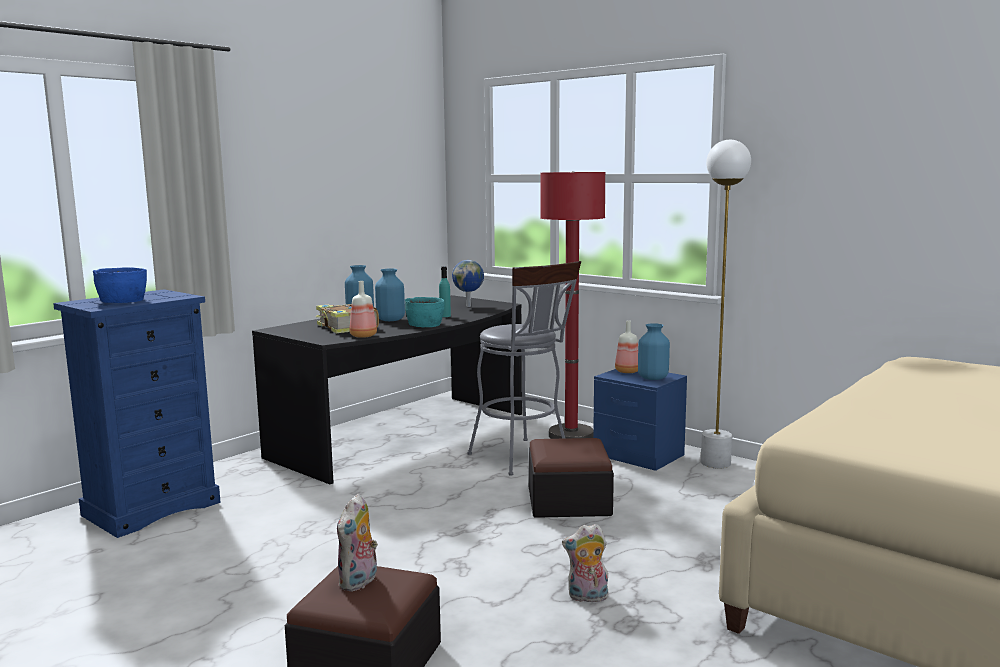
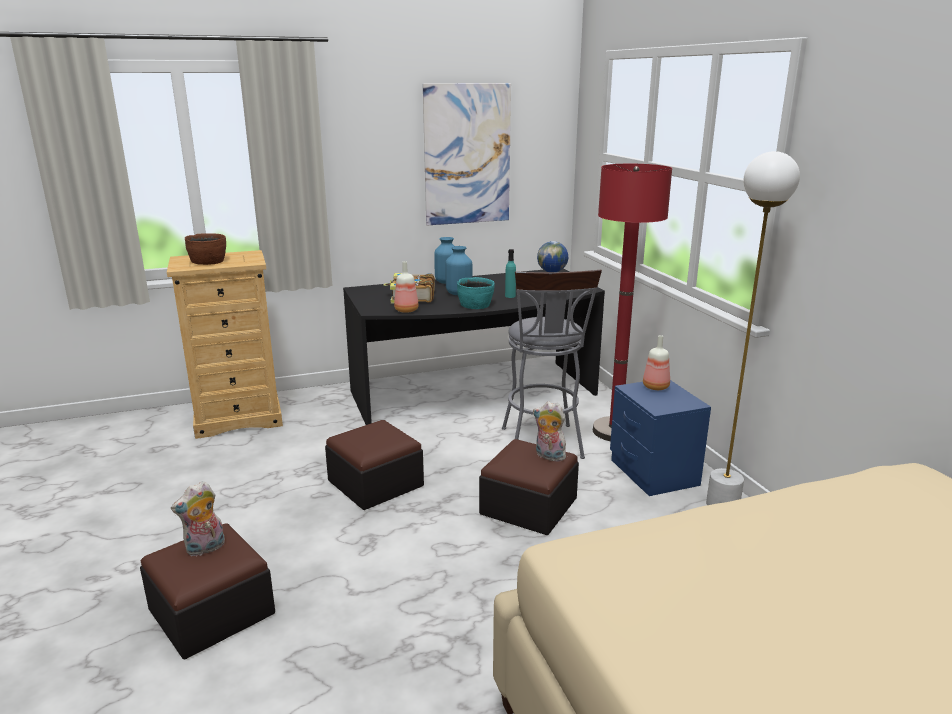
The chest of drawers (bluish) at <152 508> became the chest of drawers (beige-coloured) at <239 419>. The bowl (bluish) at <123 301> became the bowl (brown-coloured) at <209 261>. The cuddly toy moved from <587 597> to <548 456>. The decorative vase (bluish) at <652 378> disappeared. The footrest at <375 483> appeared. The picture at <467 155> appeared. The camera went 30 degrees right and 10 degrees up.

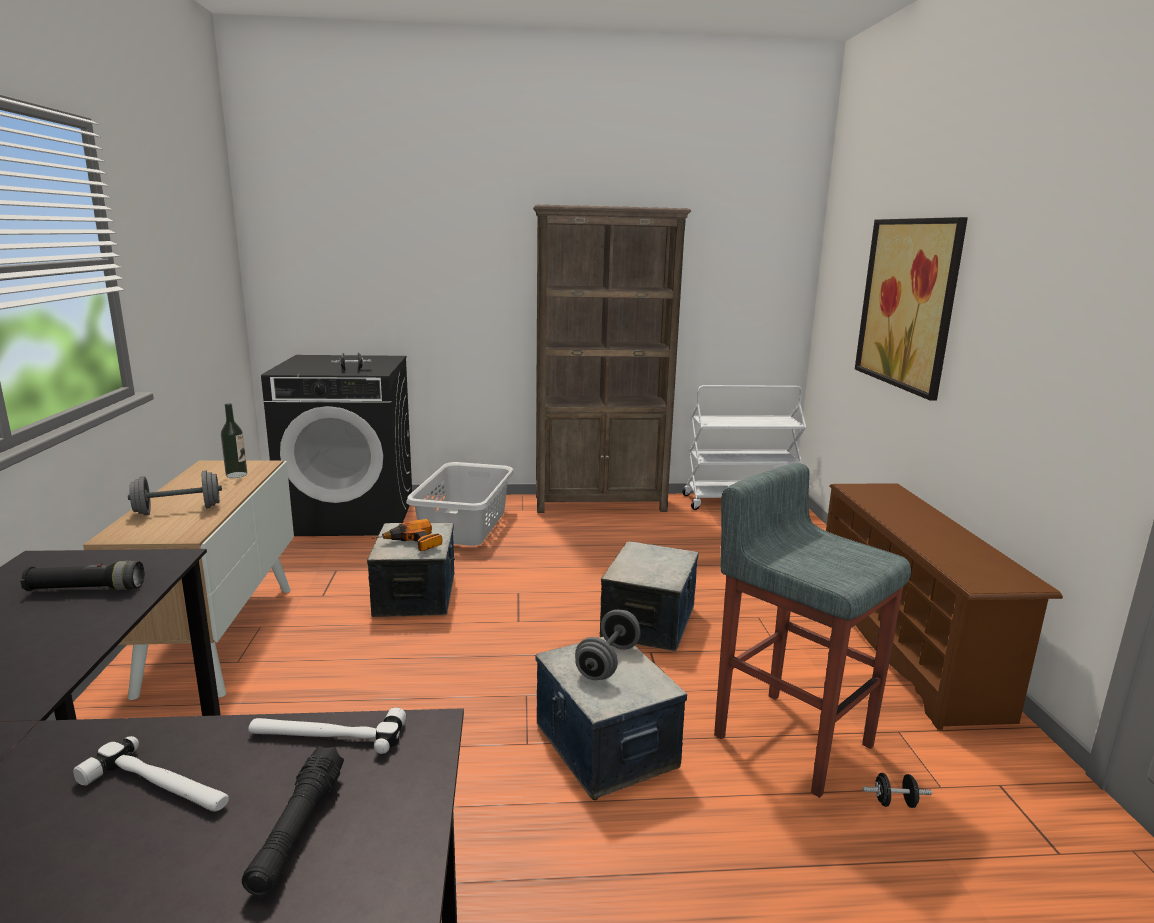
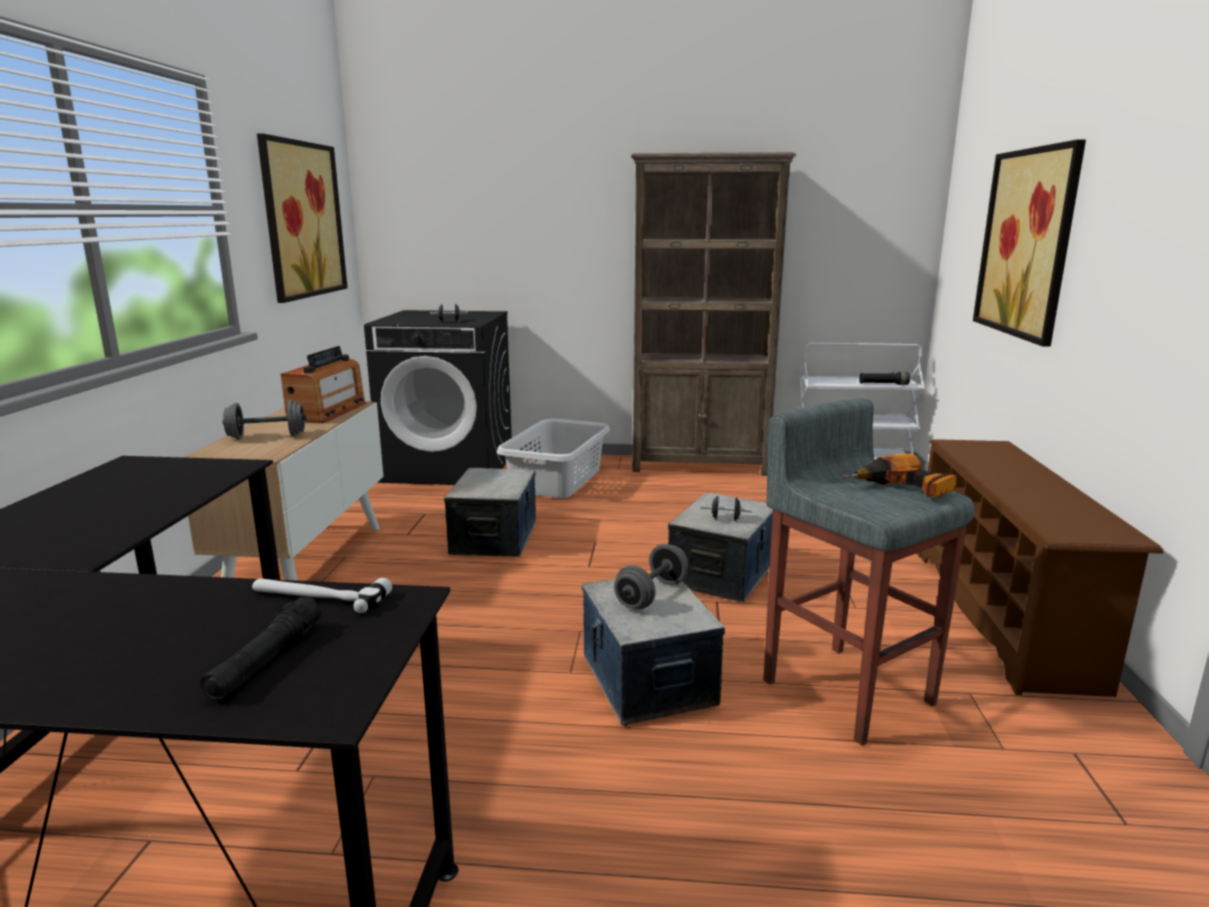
The hand torch (blackish) moved from <86 589> to <883 384>. The hammer at <159 787> disappeared. The bottle at <236 475> was replaced by the radio receiver at <327 411>. The drill moved from <413 545> to <902 490>. The free weight (blackish) moved from <894 803> to <725 519>. The picture at <303 220> appeared. The camera went 10 degrees right and 0 degrees up.

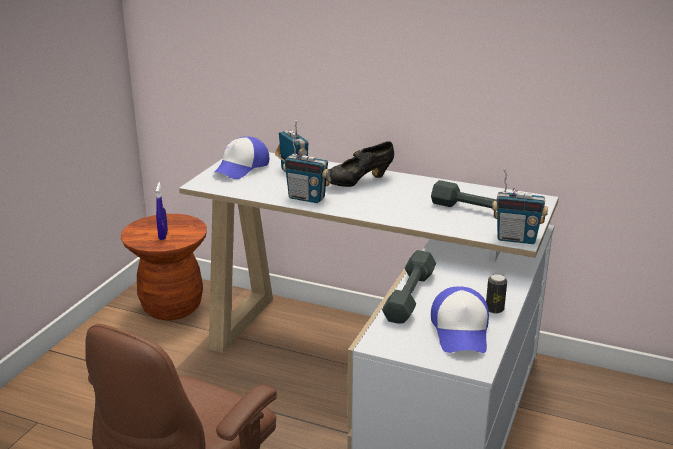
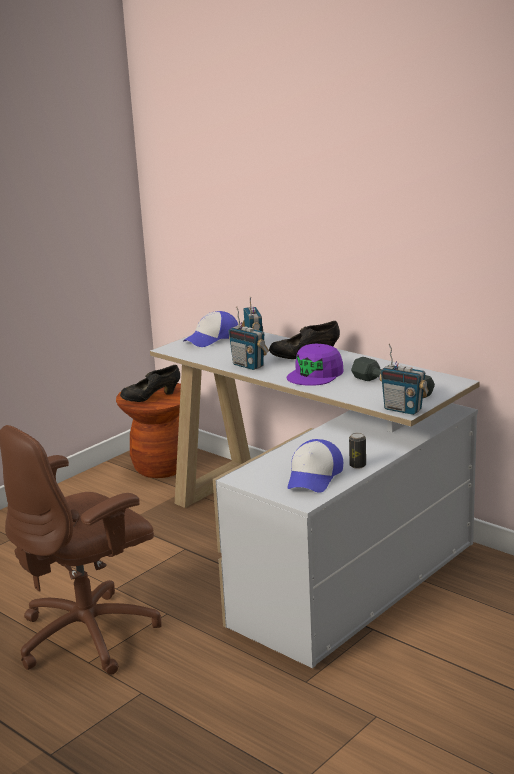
The sprayer (bluish) at <163 236> was replaced by the shoe (blackish) at <151 398>. The free weight (greyish) at <410 295> disappeared. The peaked cap (purple) at <315 374> appeared. The camera went 20 degrees right and 5 degrees down.

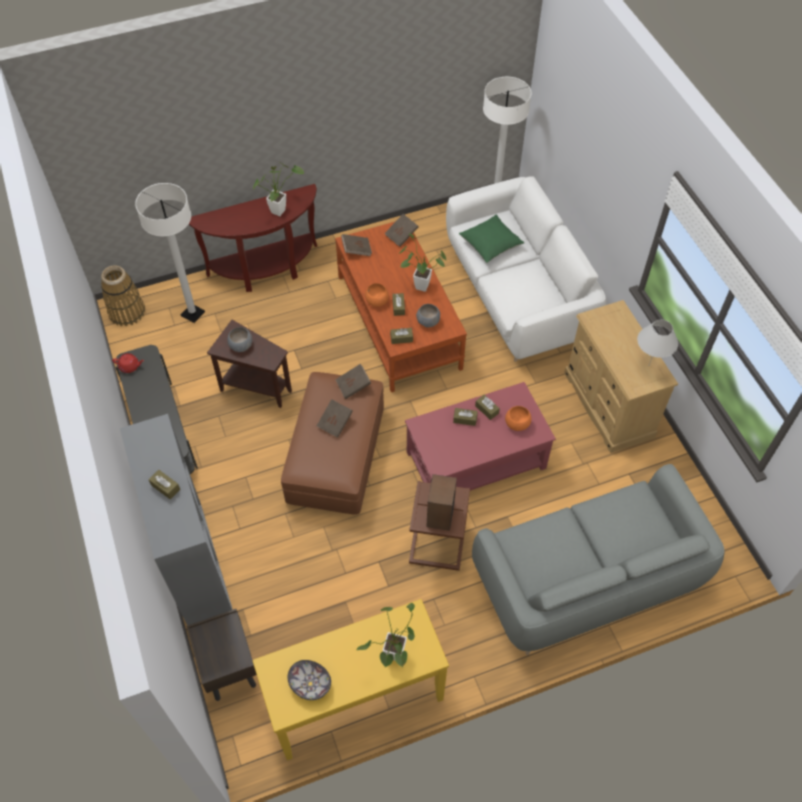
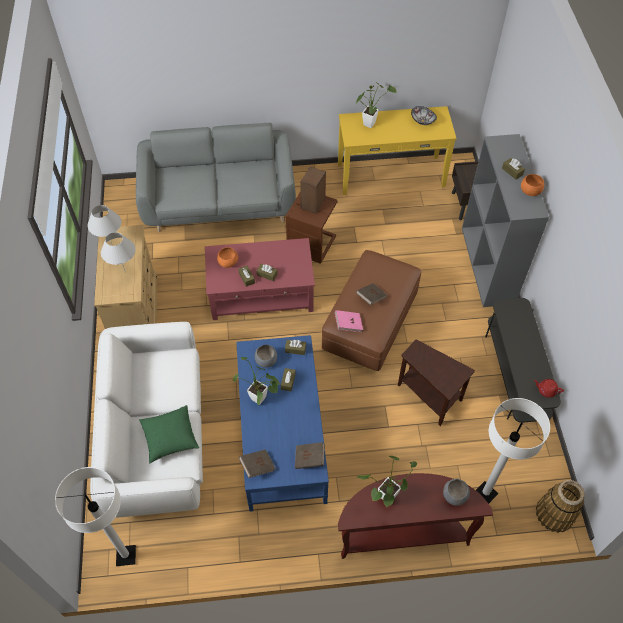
The bowl (greyish) moved from <240 346> to <455 495>. The low table (brown-coloured) at <398 322> became the low table (bluish) at <281 433>. The bound book (brown-coloured) at <353 386> became the bound book (pinkish) at <348 324>. The bowl (orange-coloured) moved from <377 301> to <530 191>. The tabletop lamp (whitish) at <125 272> appeared. The camera went 165 degrees left and 0 degrees up.

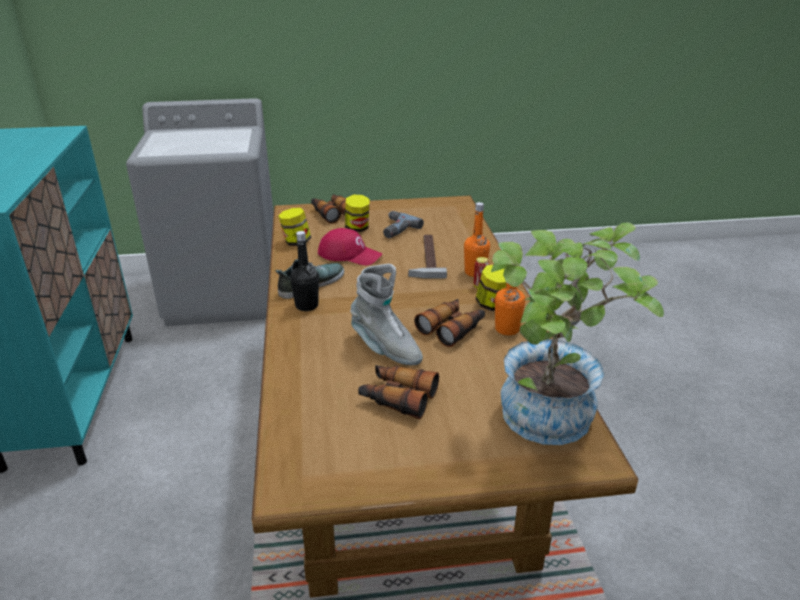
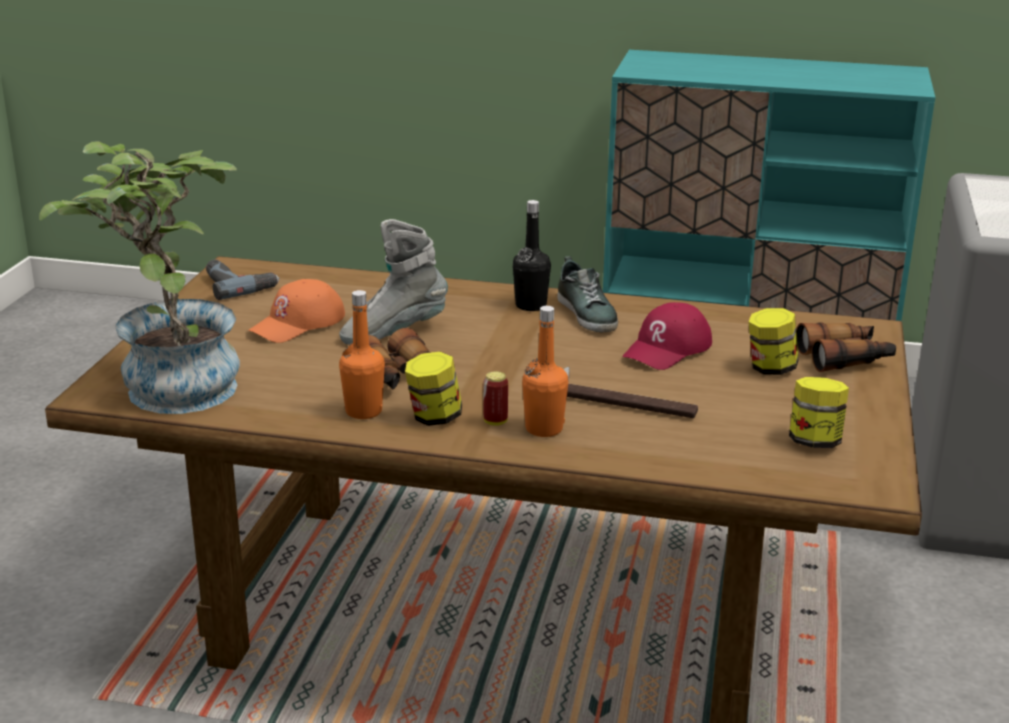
The preserve jar moved from <296 242> to <814 442>. The field glasses at <397 398> was replaced by the peaked cap (orange-coloured) at <298 323>. The drill moved from <394 229> to <238 285>. The camera went 110 degrees right and 5 degrees down.

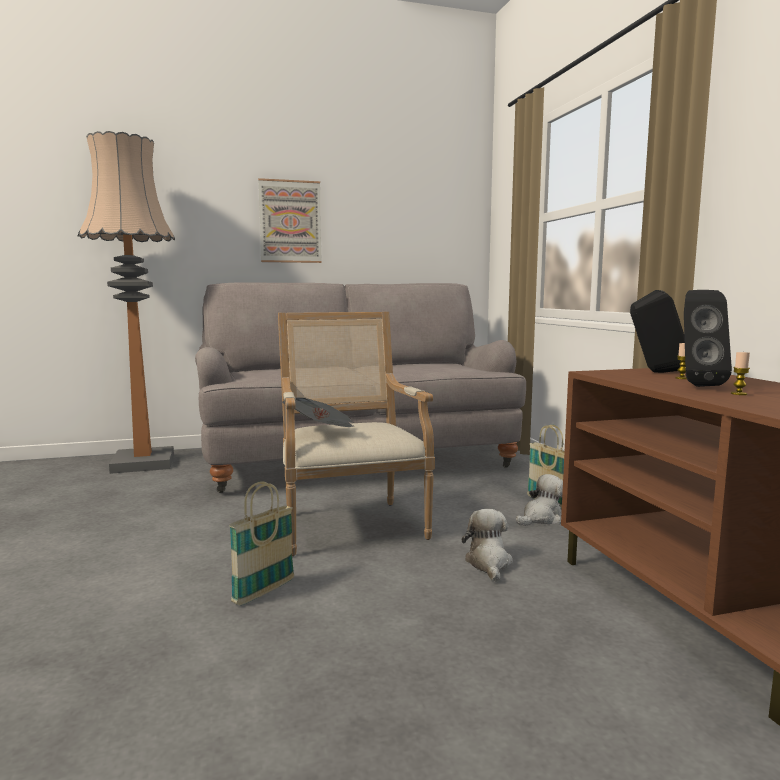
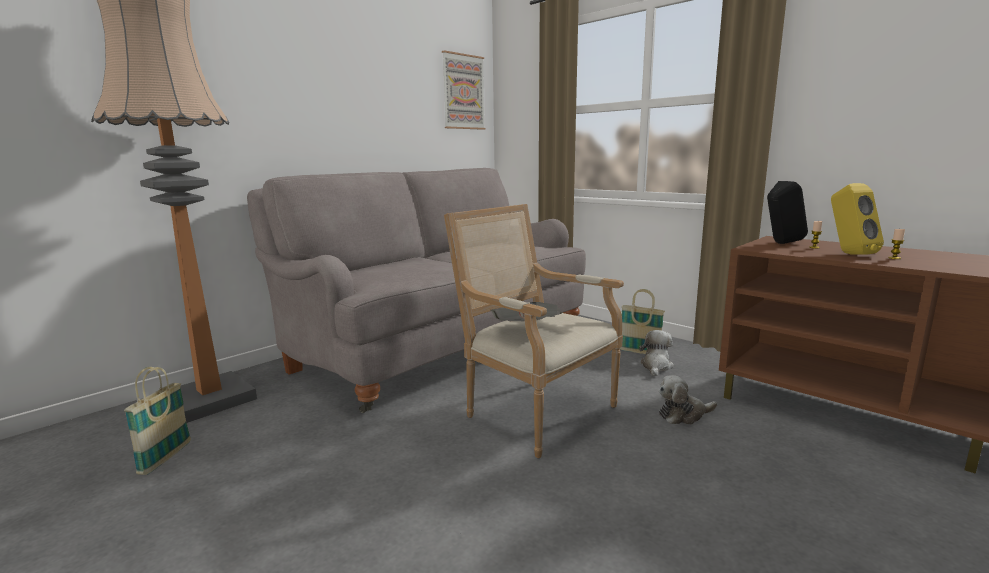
The storage basket moved from <264 591> to <166 458>. The picture moved from <290 222> to <463 92>. The cuddly toy at <488 563> turned 75 degrees counterclockwise. The audio speaker (blackish) at <696 385> became the audio speaker (yellow) at <848 253>. The camera went 30 degrees left and 5 degrees up.

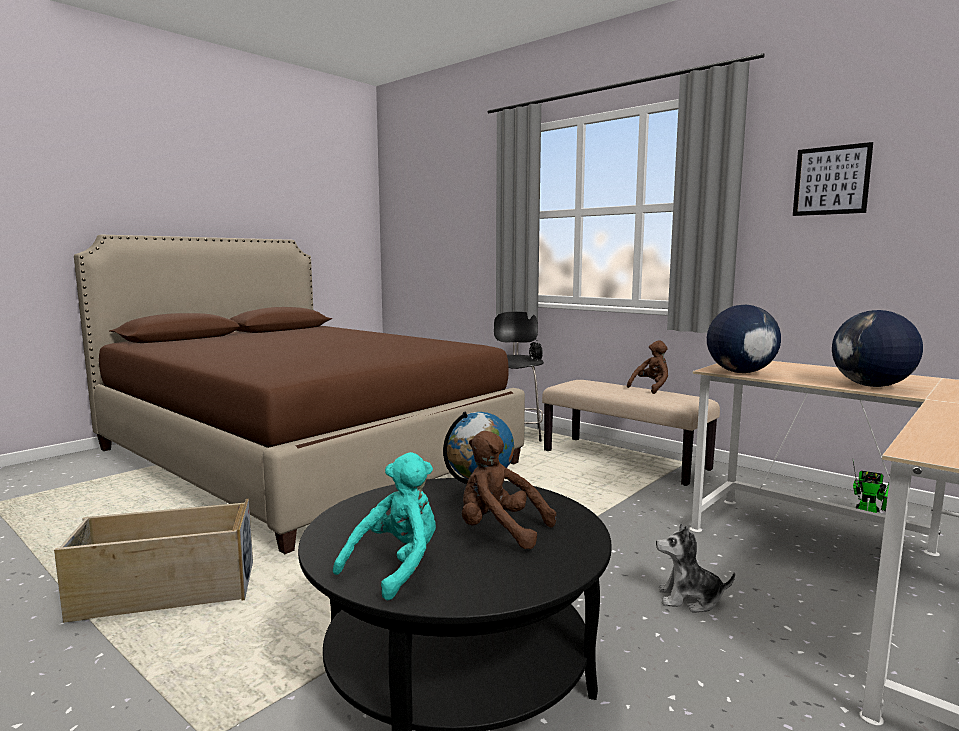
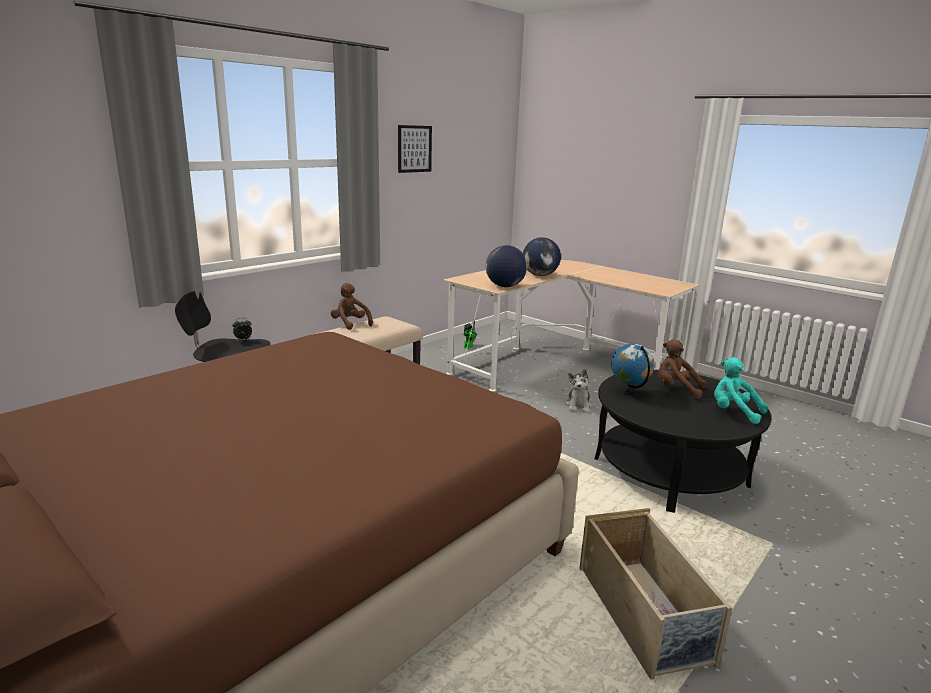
The cuddly toy (brown-coloured) at <499 531> turned 90 degrees clockwise. The camera went 90 degrees left and 10 degrees up.

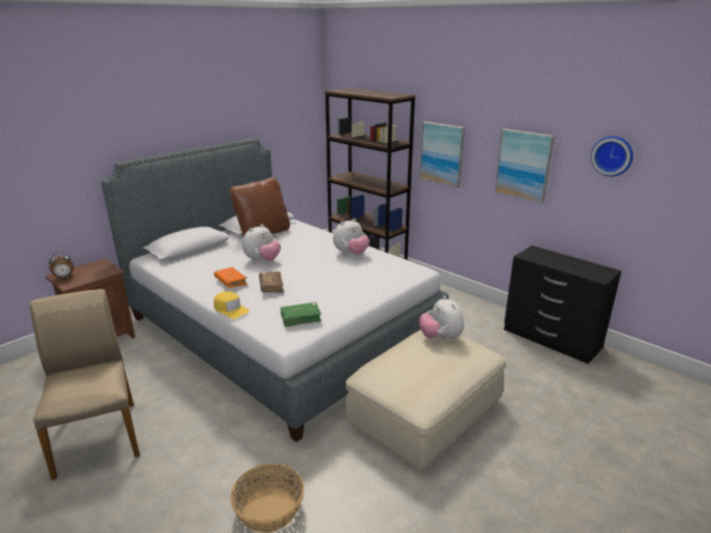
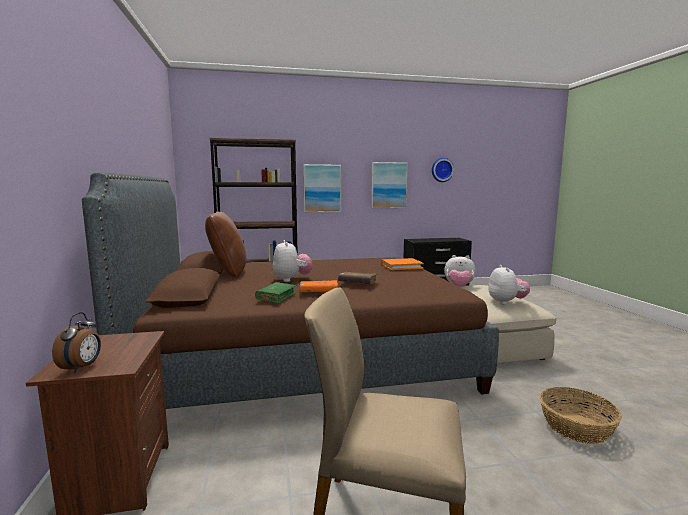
The sleeping bed (greyish) at <280 329> became the sleeping bed (brown-coloured) at <304 358>. The peaked cap (yellow) at <230 309> disappeared. The bound book (green) moved from <300 318> to <276 298>. The cuddly toy moved from <351 254> to <506 302>. The bound book (orange-coloured) at <401 266> appeared. The camera went 55 degrees left and 15 degrees down.

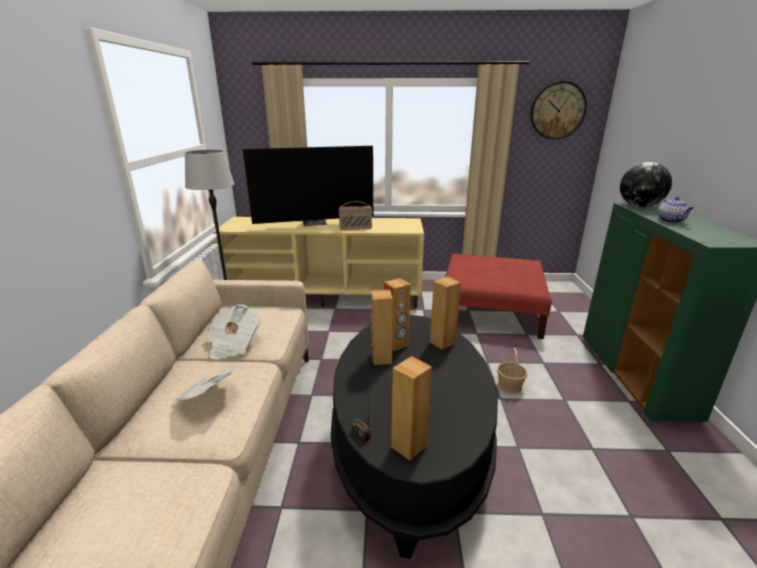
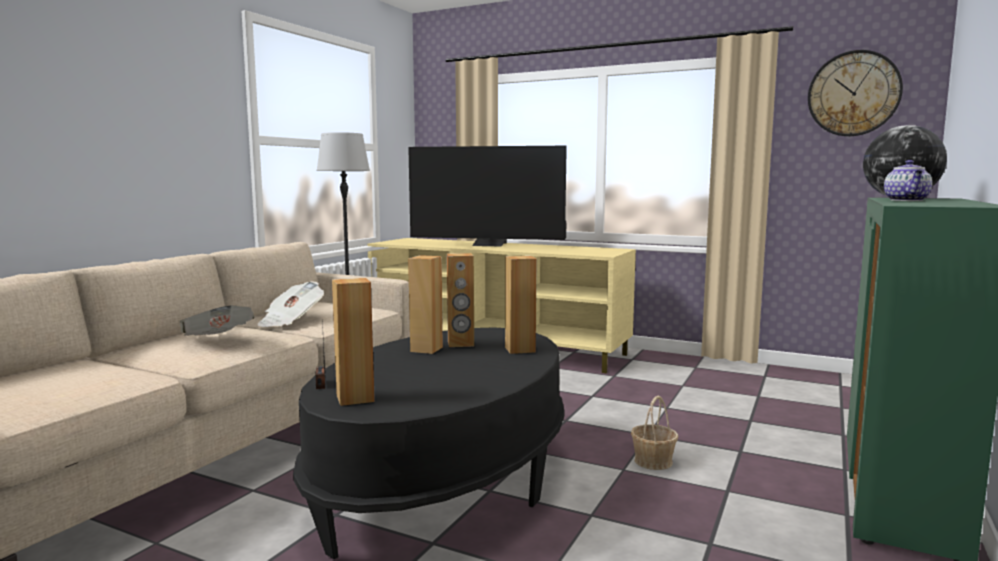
The radio receiver at <355 228> disappeared. The footrest (reddish) at <491 310> disappeared. The camera went 25 degrees right and 15 degrees down.

